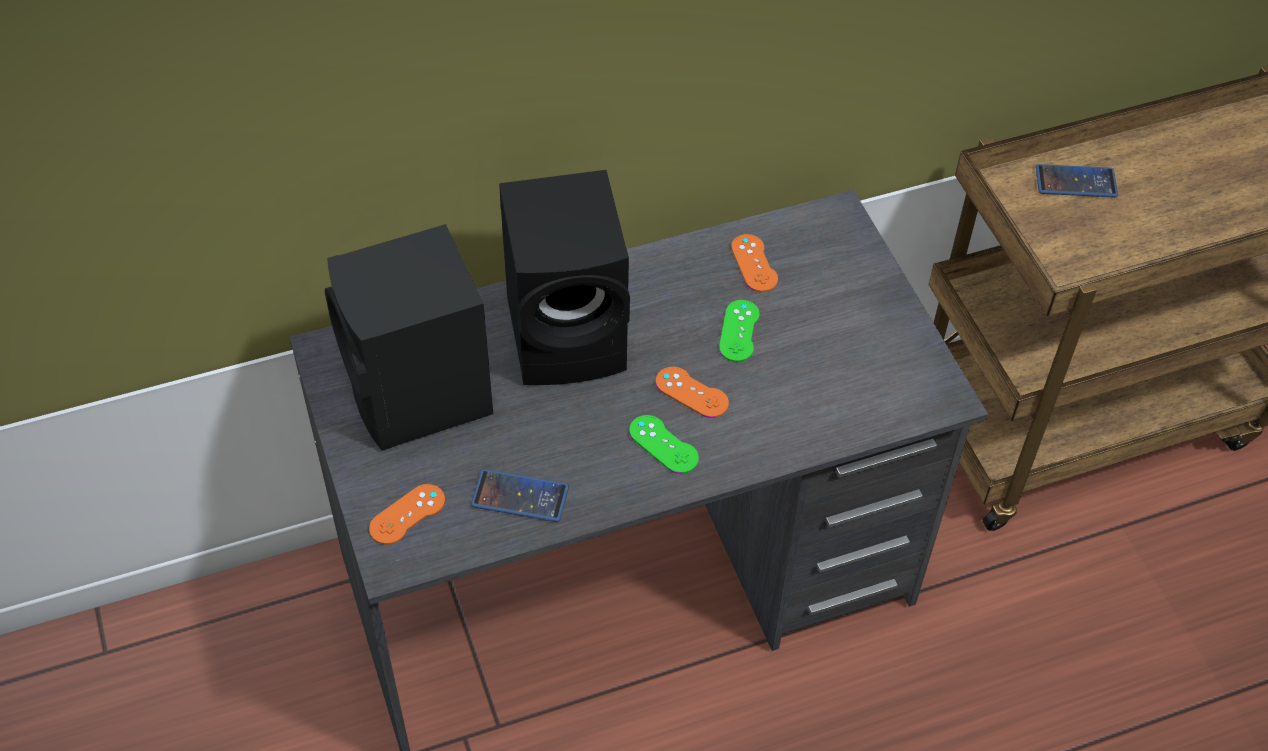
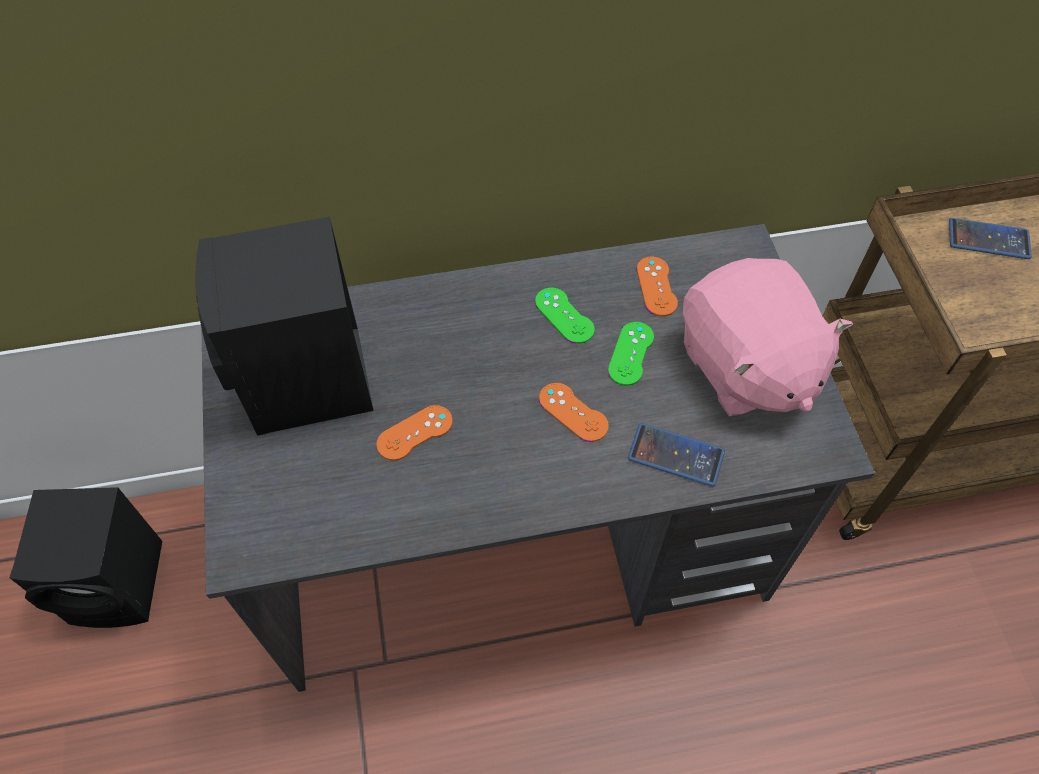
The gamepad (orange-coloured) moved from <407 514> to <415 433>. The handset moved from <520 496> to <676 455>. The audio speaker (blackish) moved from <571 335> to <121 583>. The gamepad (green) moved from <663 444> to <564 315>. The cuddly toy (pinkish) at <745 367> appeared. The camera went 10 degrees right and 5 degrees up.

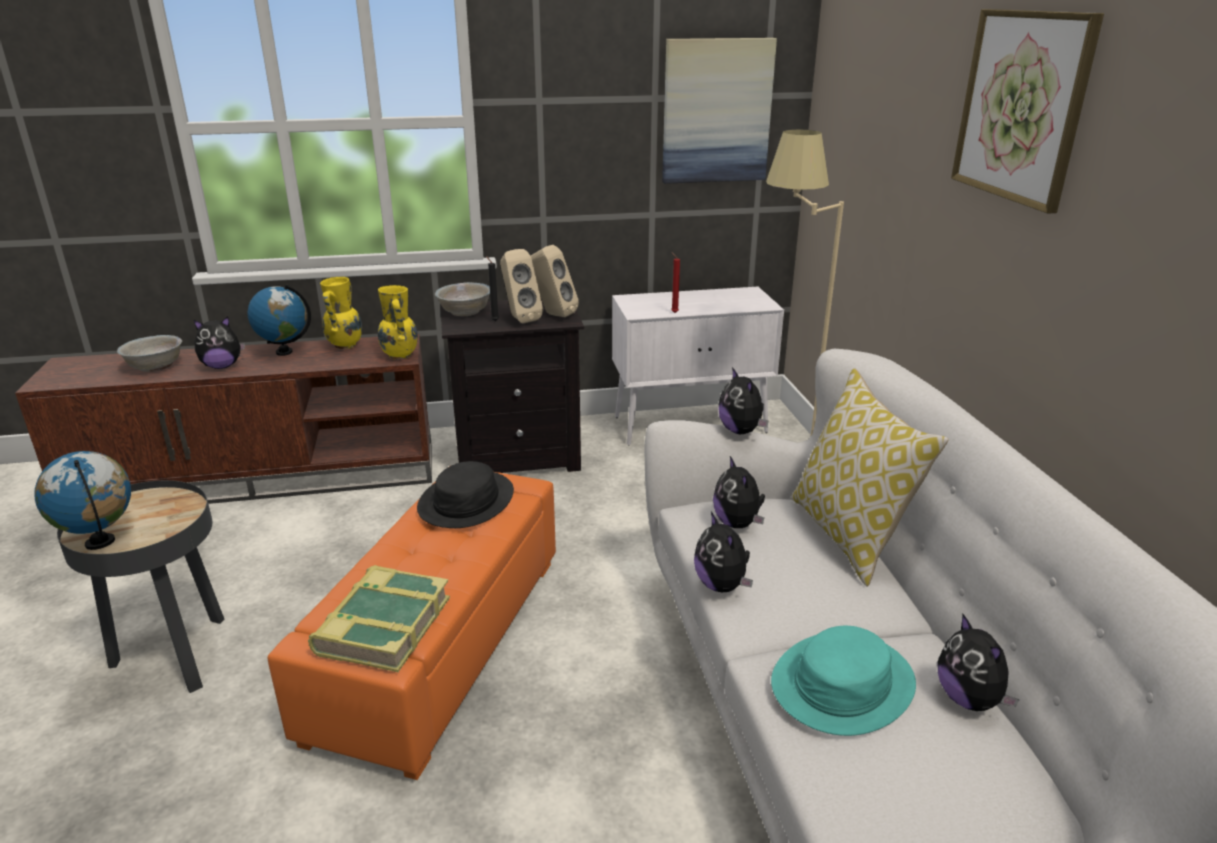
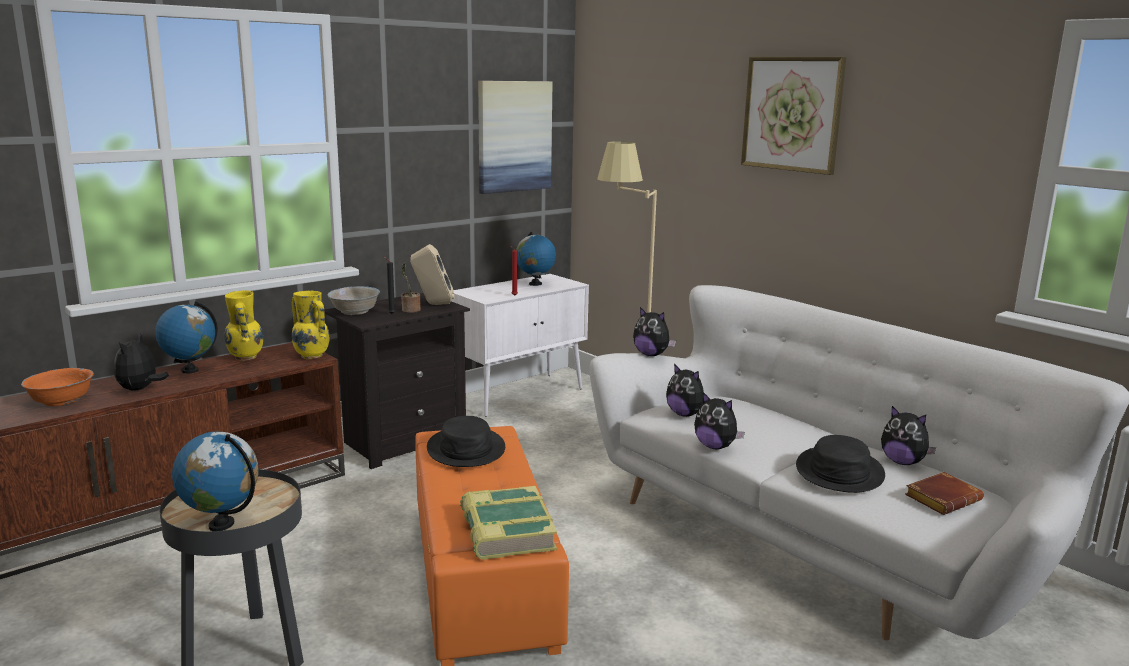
The bowl (whitish) at <155 366> became the bowl (orange-coloured) at <62 401>. The cuddly toy at <222 366> turned 150 degrees clockwise. The audio speaker (beige-coloured) at <519 319> was replaced by the houseplant at <410 310>. The clothing hat (blue-green) at <842 684> became the clothing hat (blackish) at <839 471>. The pillow at <850 536> disappeared. The globe at <535 284> appeared. The bound book (brown-coloured) at <942 498> appeared. The camera went 30 degrees left and 10 degrees down.

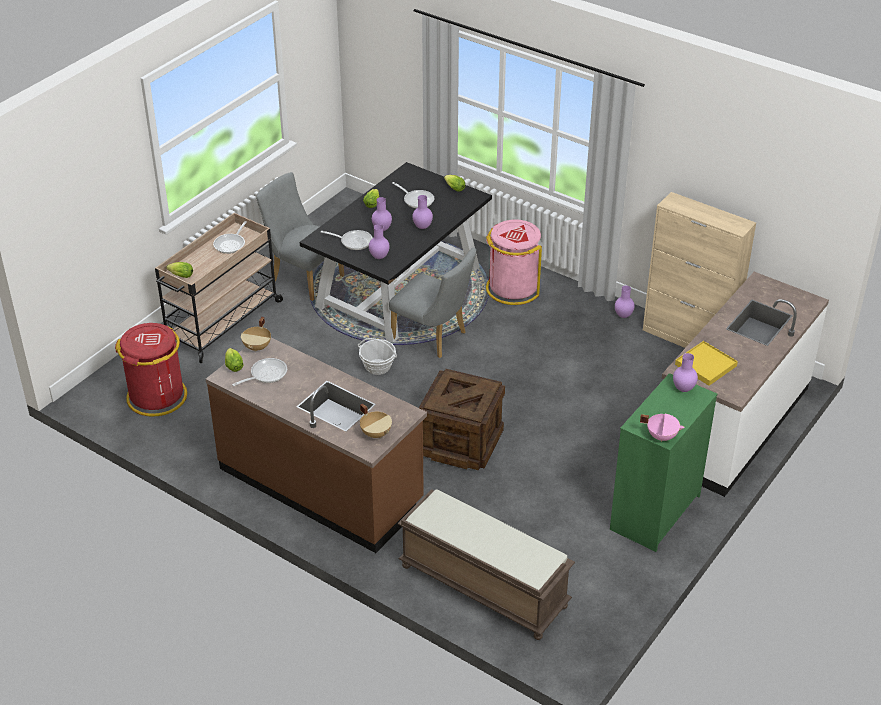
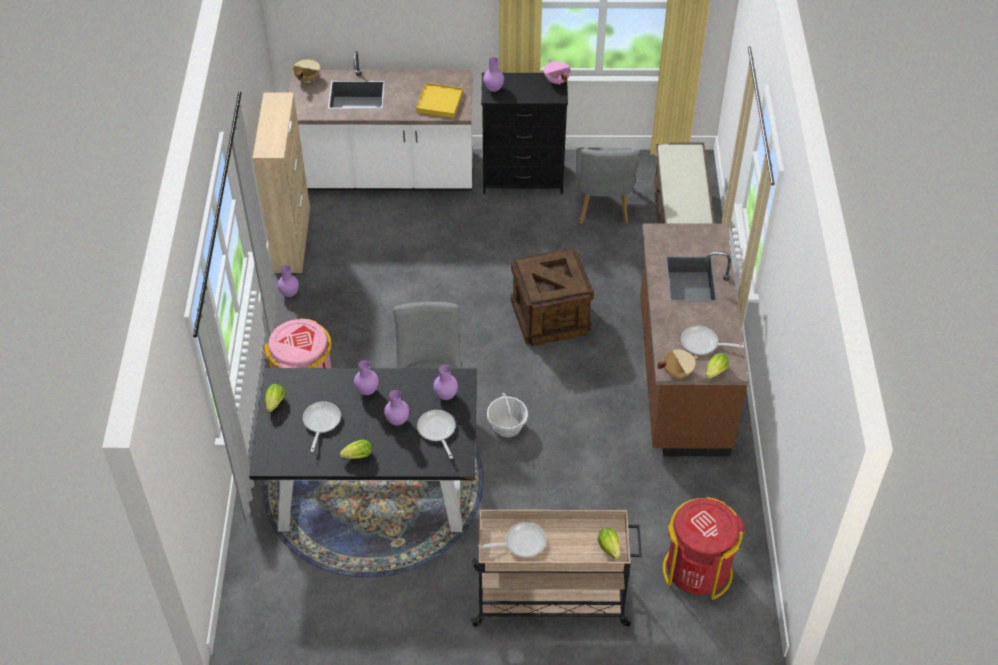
The plain chair (greyish) moved from <303 277> to <602 208>. The cooking pot (beige-coloured) moved from <376 433> to <307 78>. The chest of drawers (green) at <654 512> became the chest of drawers (blackish) at <522 179>. The camera went 125 degrees left and 10 degrees up.

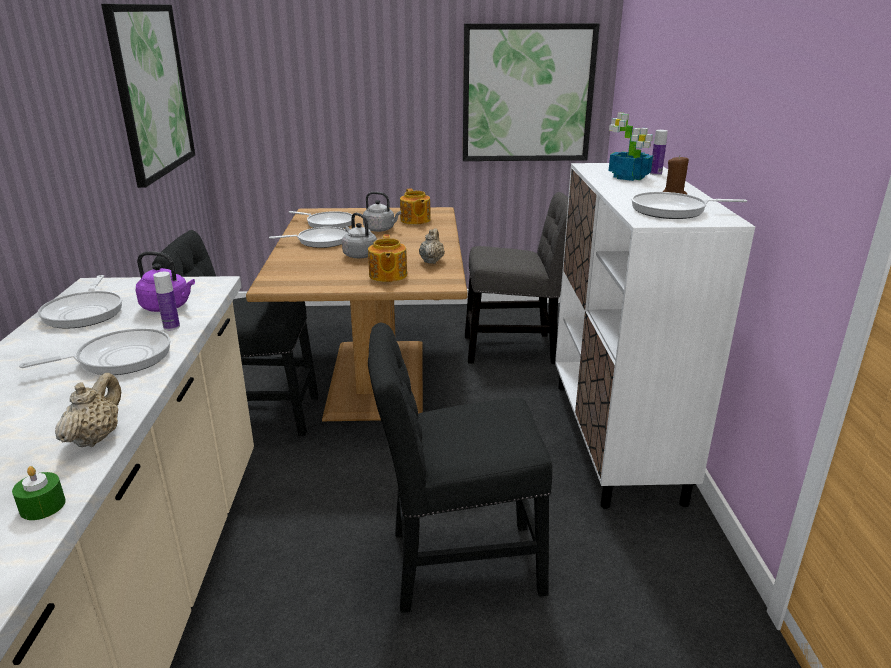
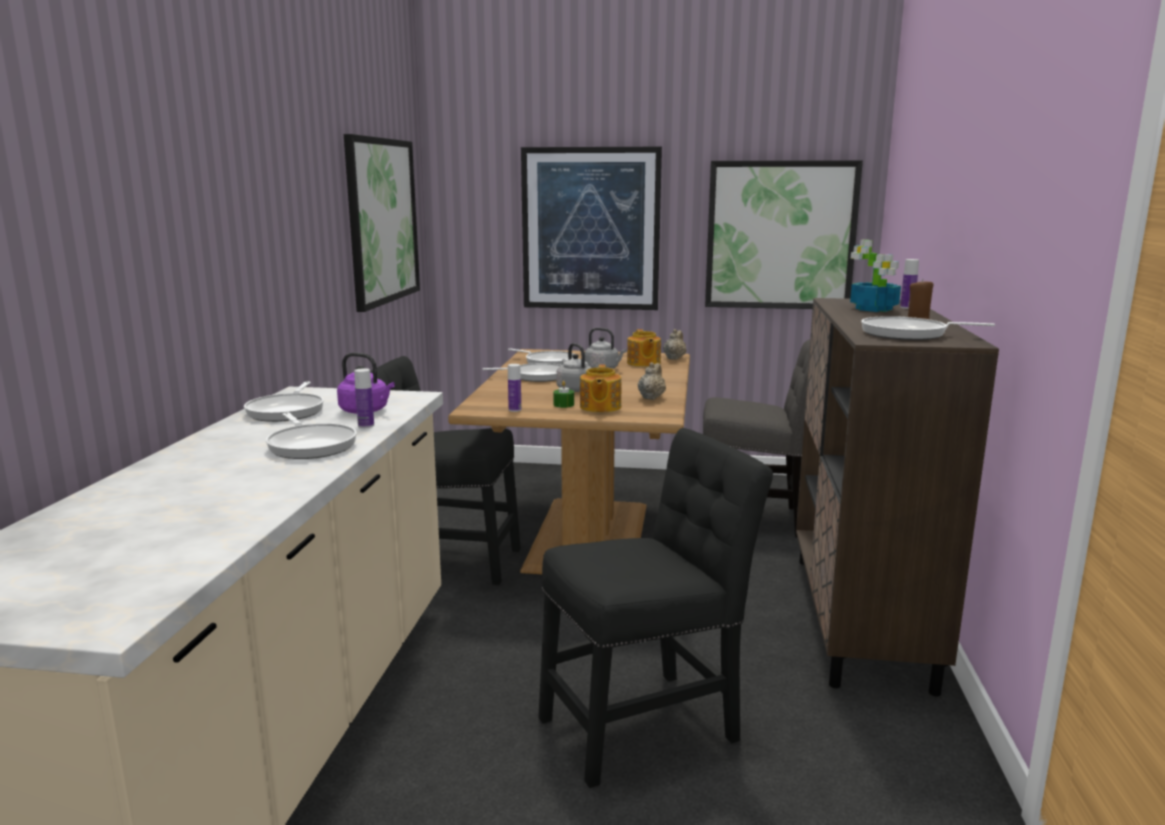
The wax light (green) moved from <42 506> to <563 404>. The skillet at <119 358> turned 75 degrees clockwise. The pot for tea (beige-coloured) moved from <96 437> to <674 358>. The plain chair (blackish) at <457 564> turned 150 degrees clockwise. The storage cabinet (whitish) at <615 439> became the storage cabinet (brown-coloured) at <860 619>. The bottle at <515 410> appeared. The picture at <590 229> appeared. The camera went 10 degrees right and 10 degrees down.

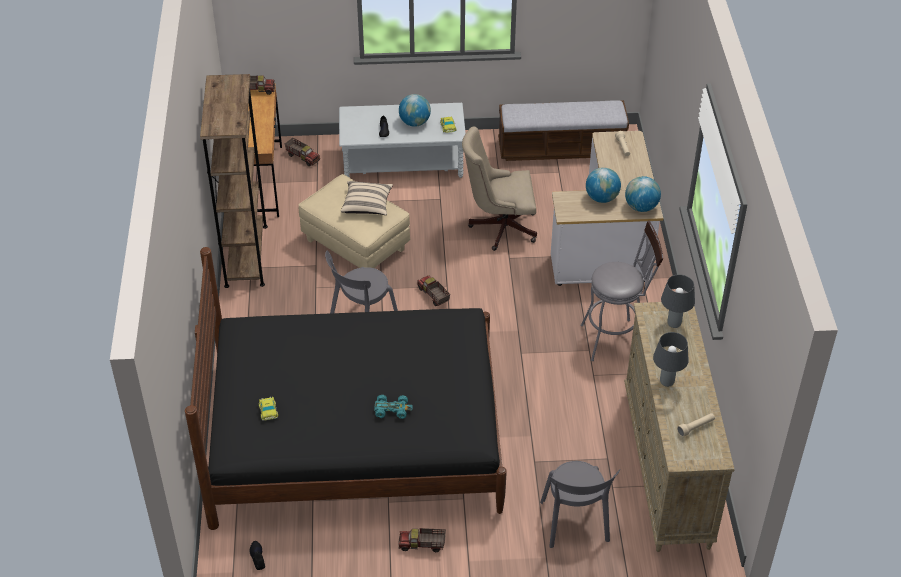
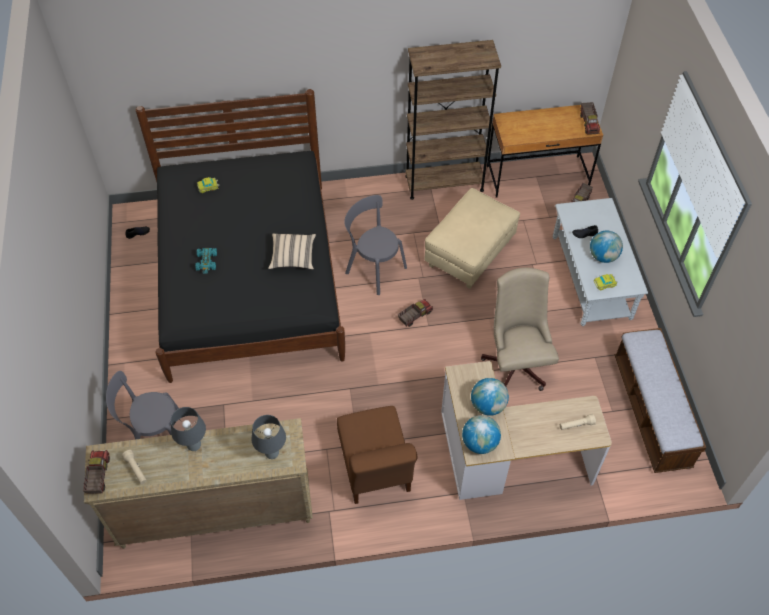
The pillow (beige-coloured) moved from <367 205> to <293 257>. The toy lorry moved from <422 545> to <98 476>. The stool seat (greyish) at <616 339> was replaced by the plain chair (brown-coloured) at <375 468>. The camera went 85 degrees right and 10 degrees up.

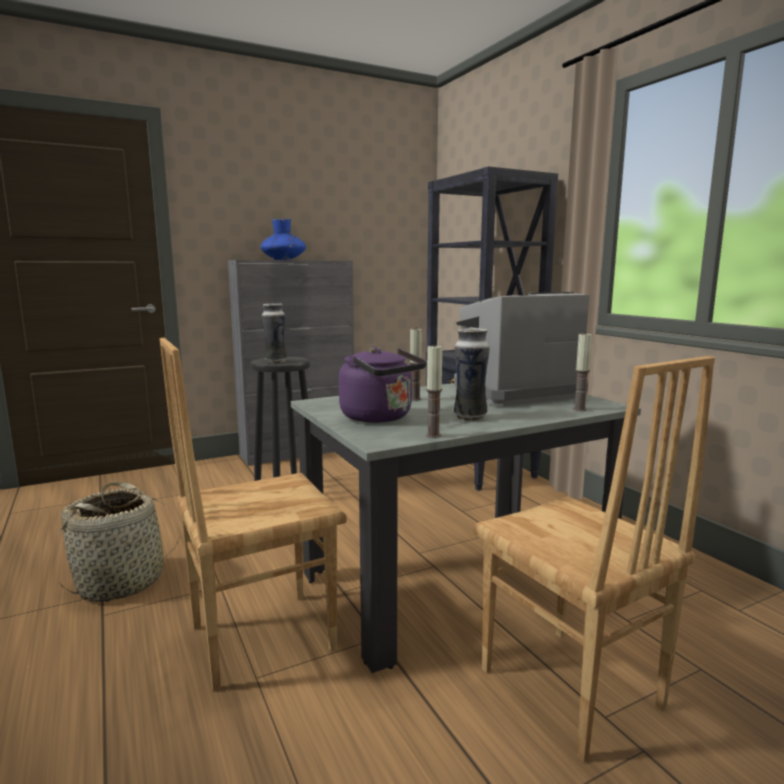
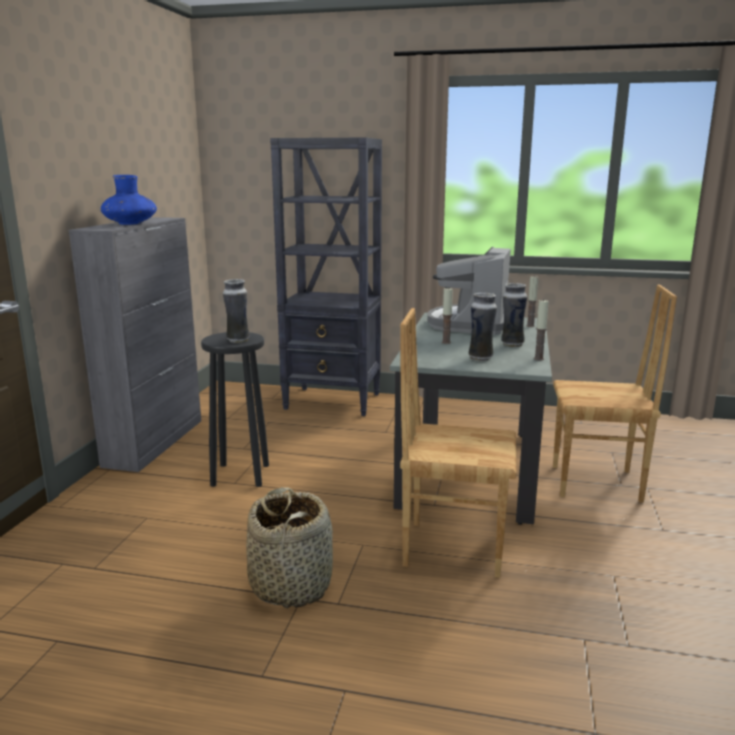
The plain chair (brown-coloured) at <260 637> turned 90 degrees clockwise. The kettle (purple) at <380 417> was replaced by the decorative vase at <481 358>. The camera went 50 degrees left and 5 degrees up.

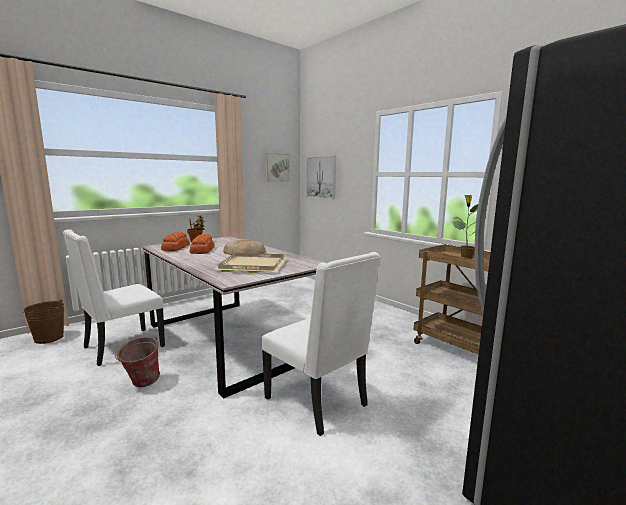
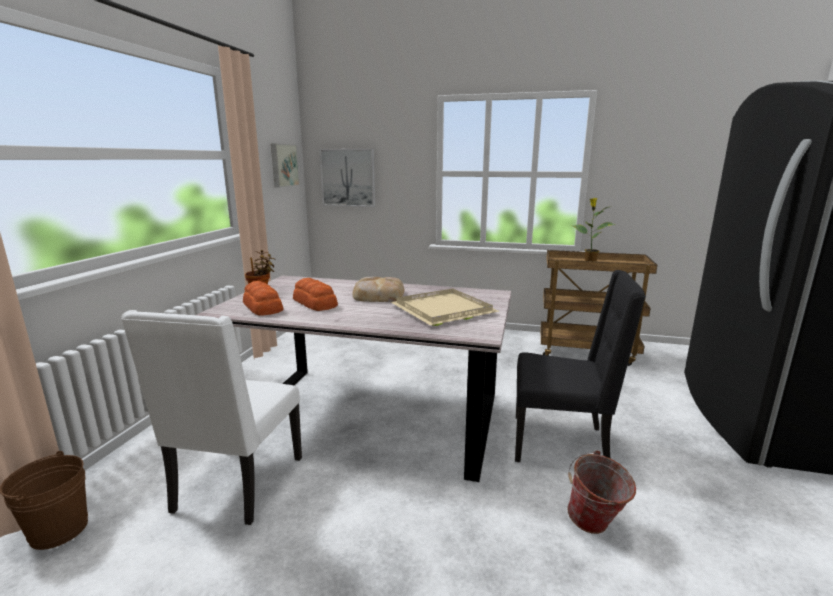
The bucket moved from <141 384> to <594 527>. The plain chair (whitish) at <318 402> became the plain chair (blackish) at <561 443>. The camera went 35 degrees left and 5 degrees up.

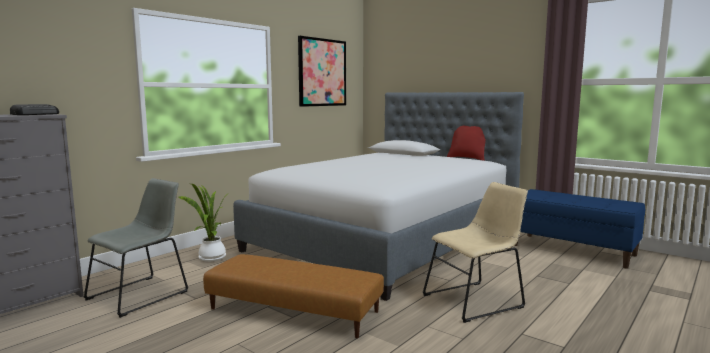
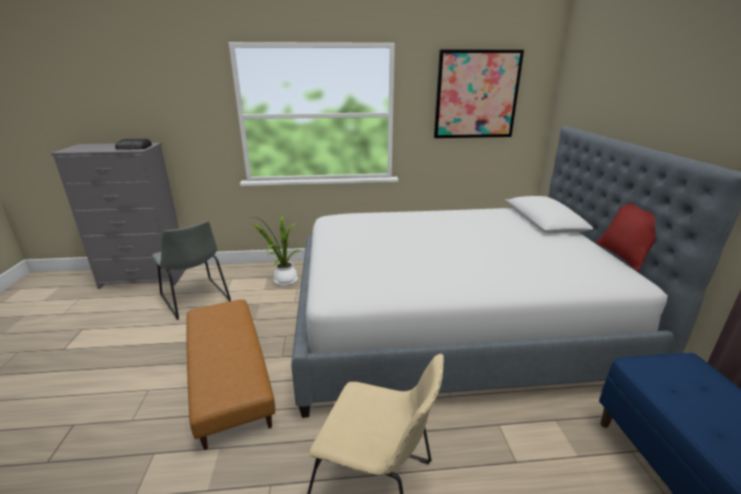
The plain chair (greyish) at <141 294> turned 60 degrees clockwise. The camera went 45 degrees right and 15 degrees up.

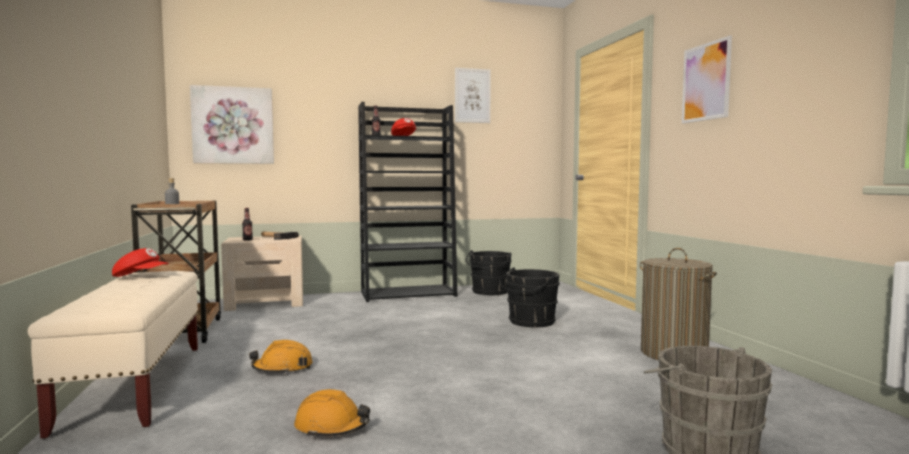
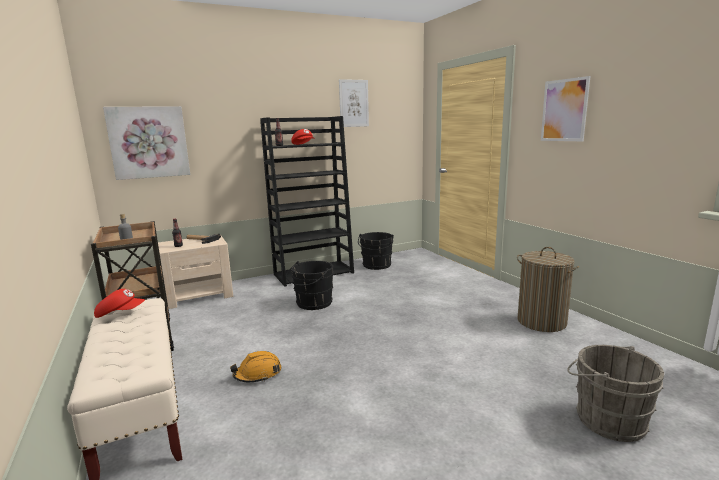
The work helmet (orange-coloured) at <331 427> disappeared. The bucket (blackish) moved from <529 322> to <312 303>. The camera went 10 degrees left and 10 degrees up.

